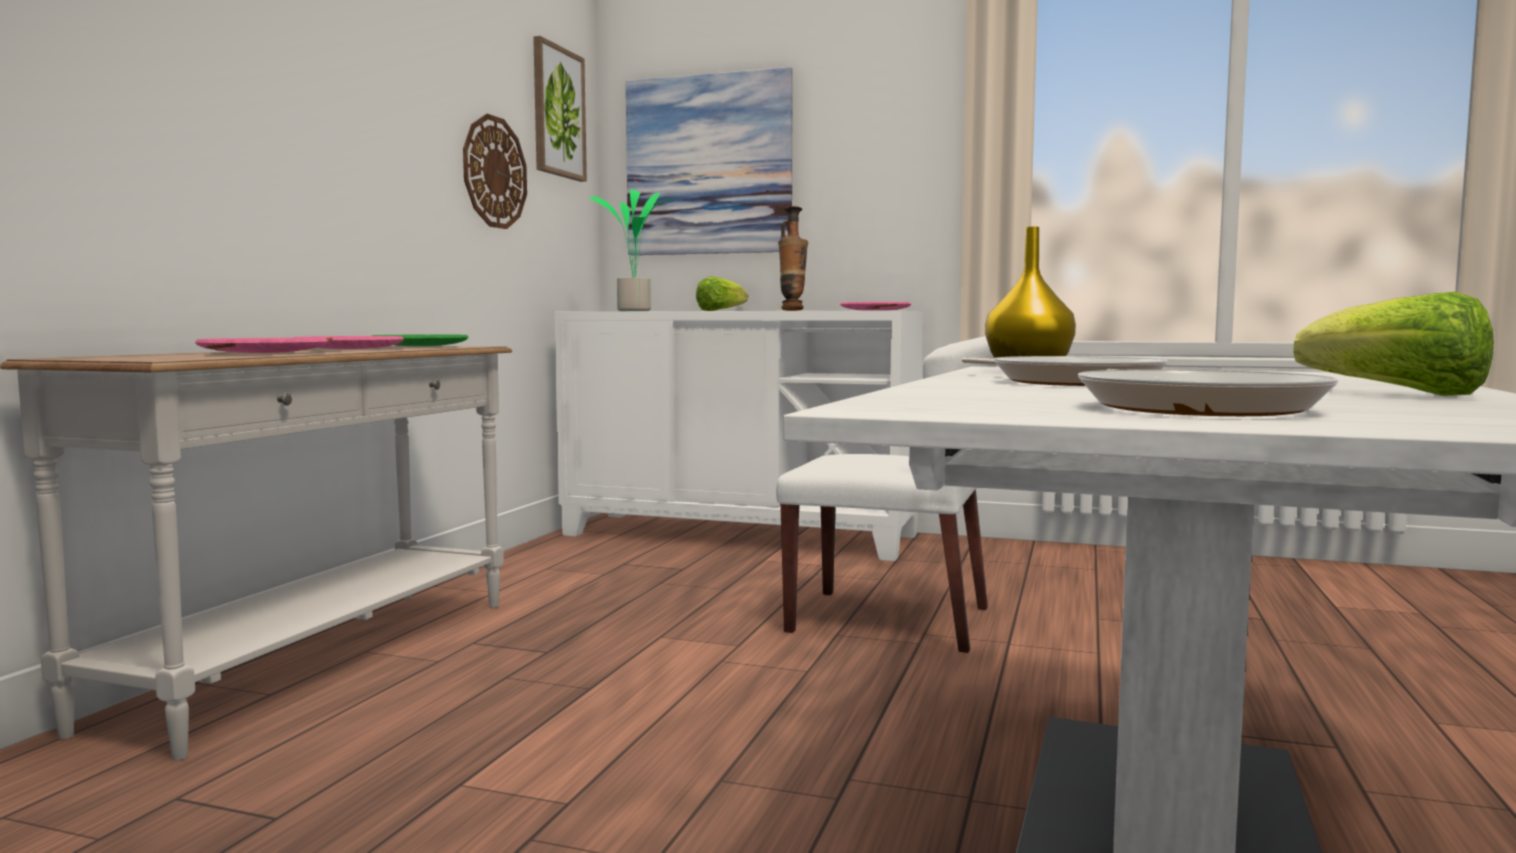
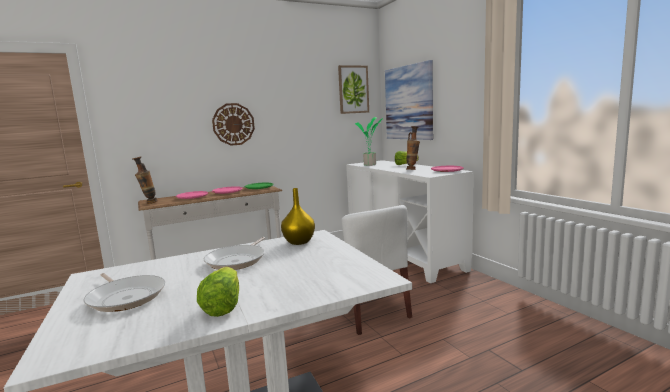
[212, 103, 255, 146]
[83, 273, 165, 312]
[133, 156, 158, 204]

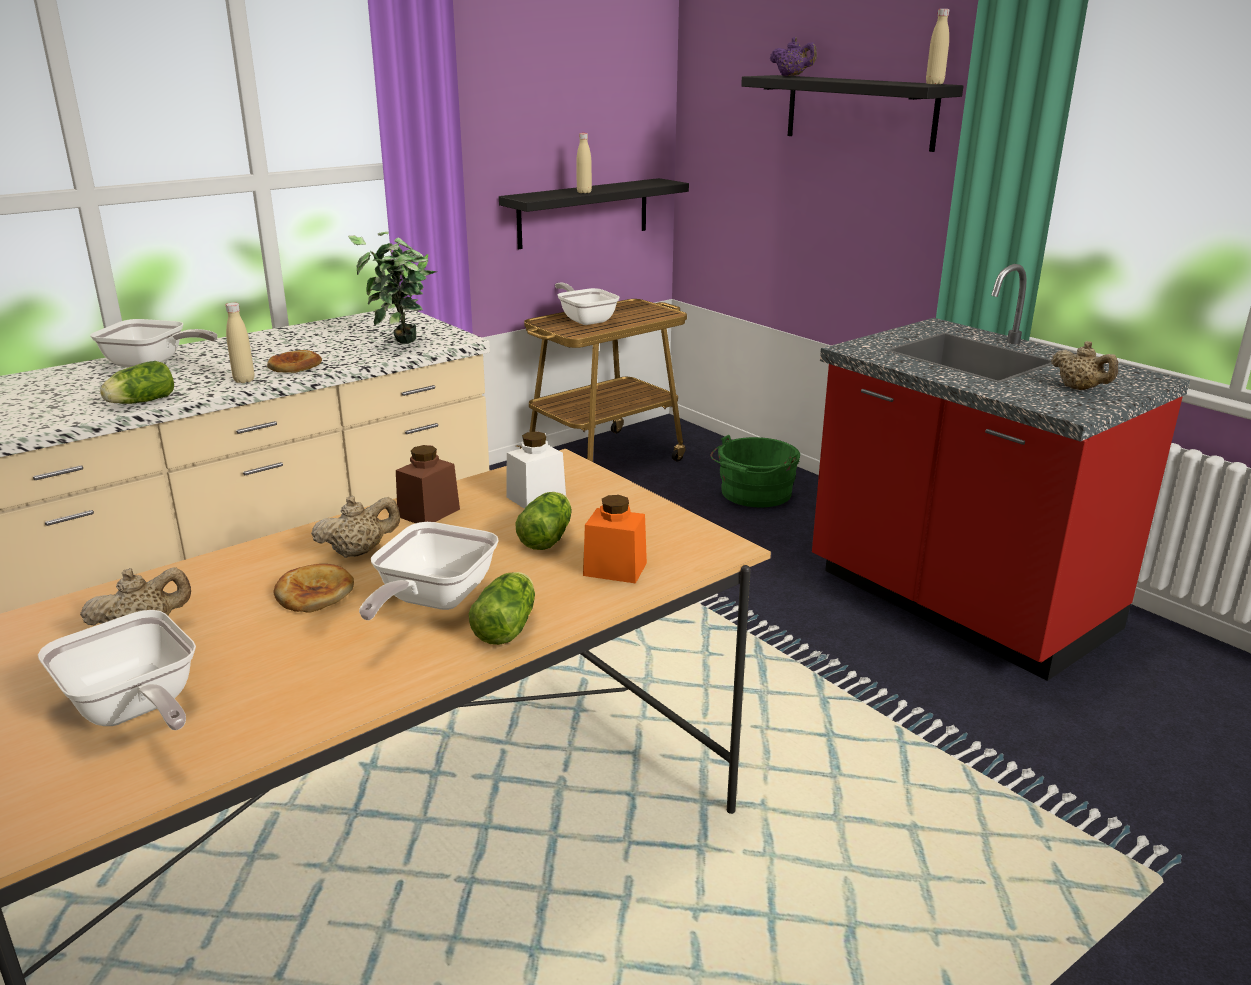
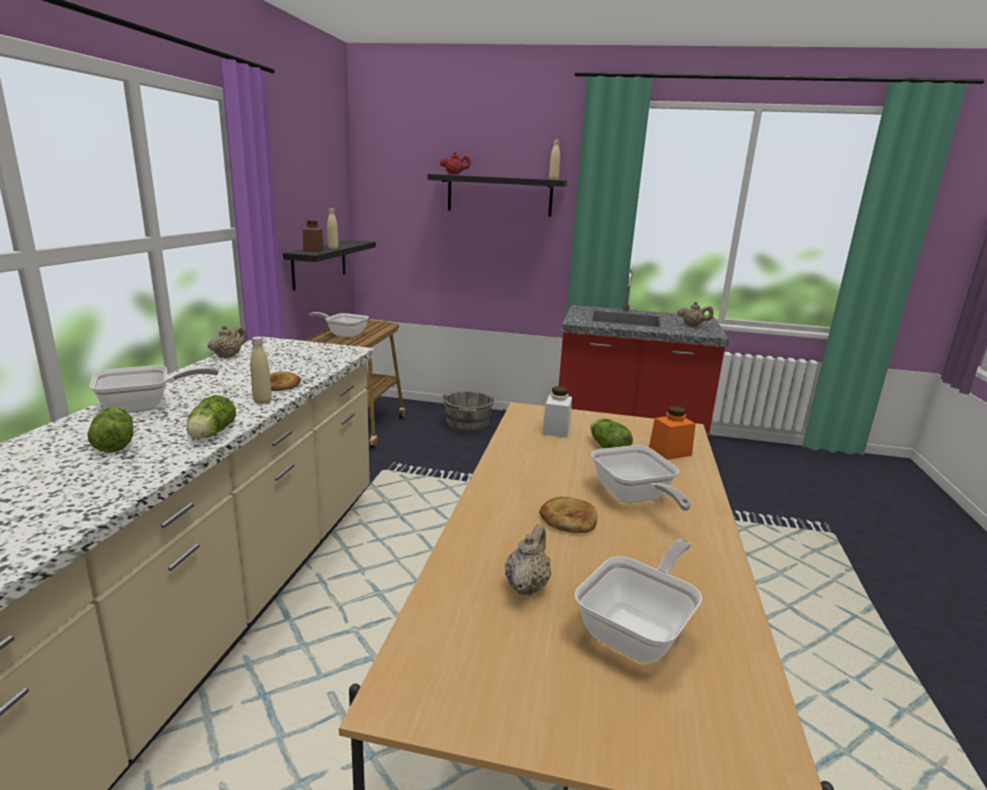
[575, 539, 702, 663]
[208, 325, 246, 359]
[348, 232, 437, 344] (first image)
[303, 220, 324, 252]
[87, 407, 134, 453]
[442, 391, 494, 433]
[440, 152, 471, 175]

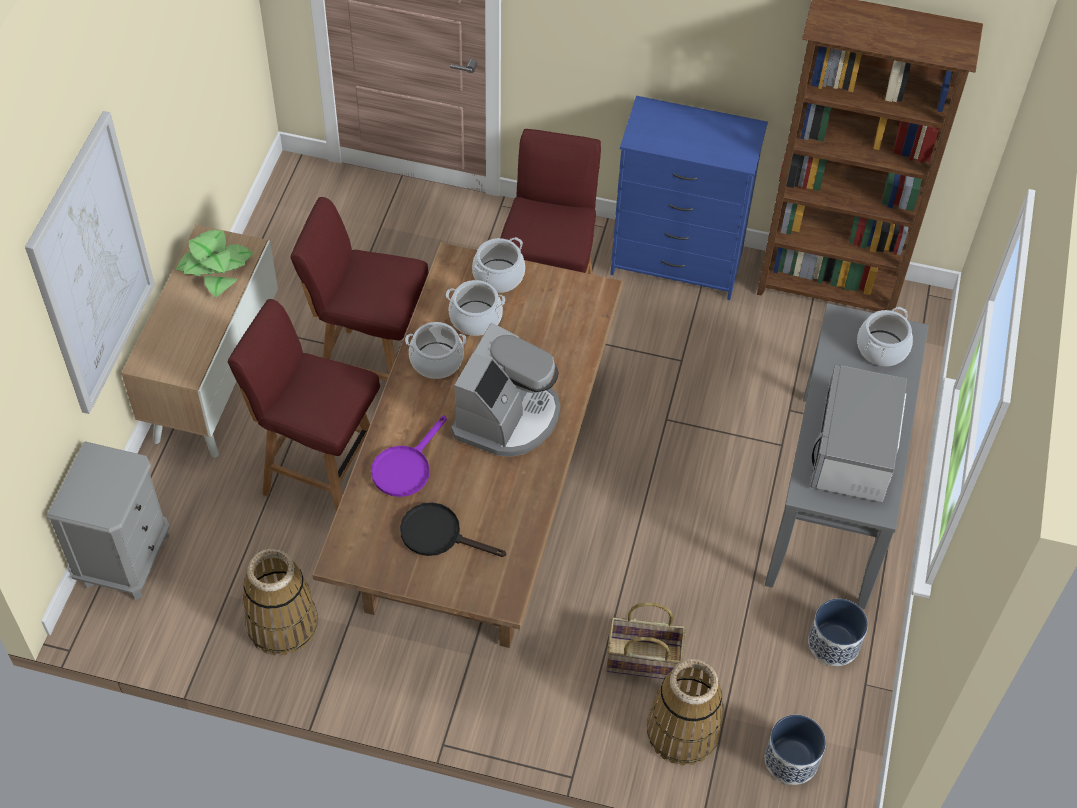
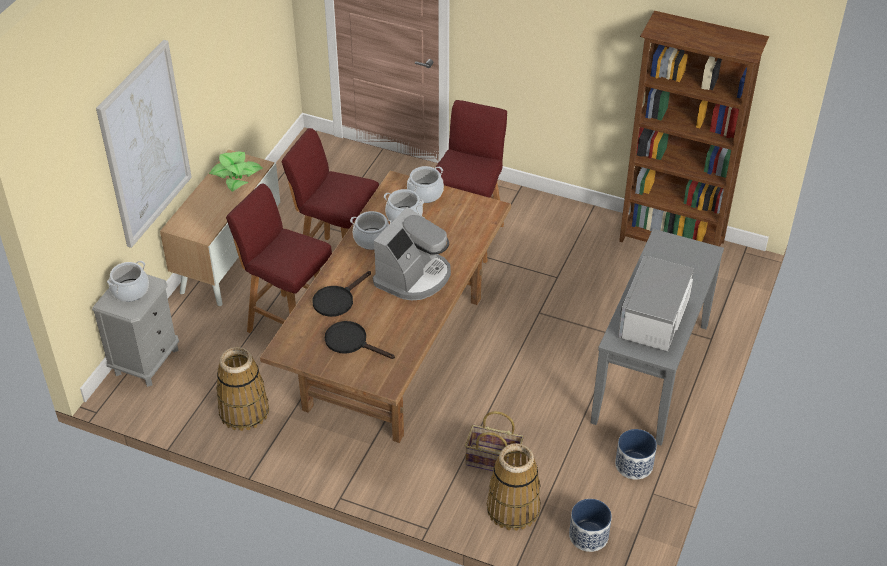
[313, 271, 371, 317]
[610, 96, 768, 300] (first image)
[107, 261, 149, 302]

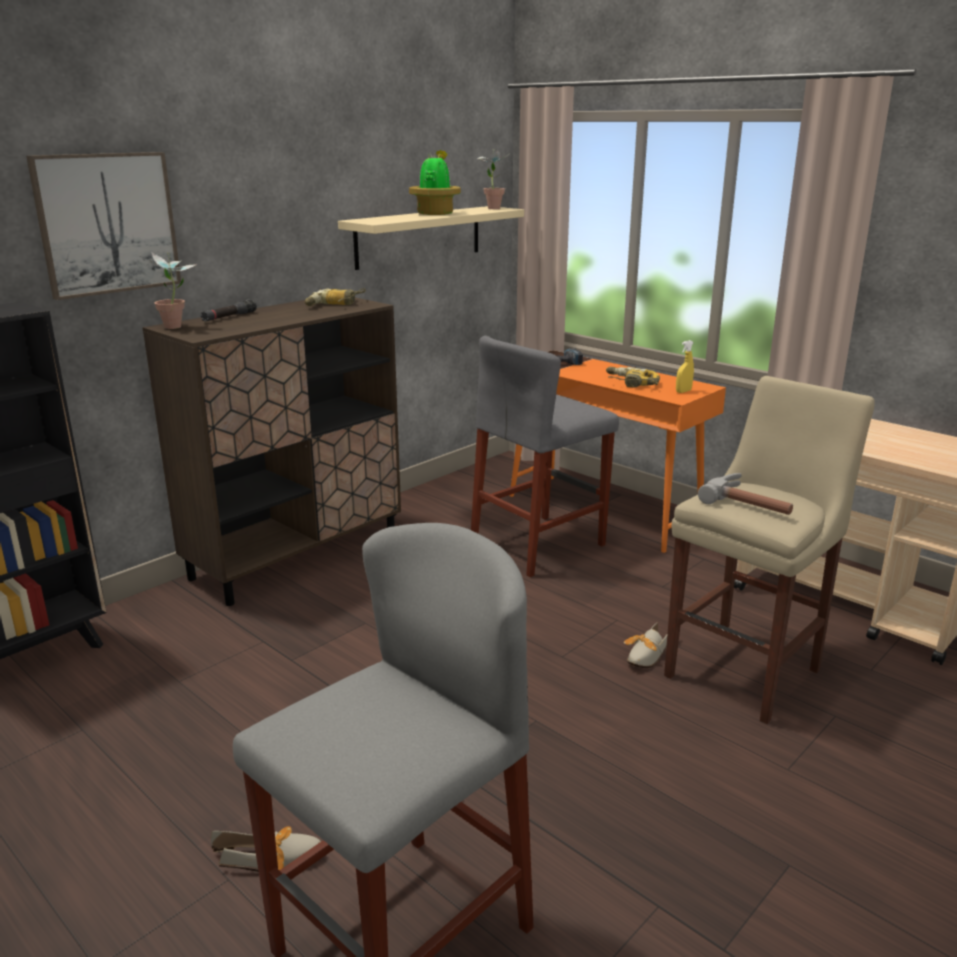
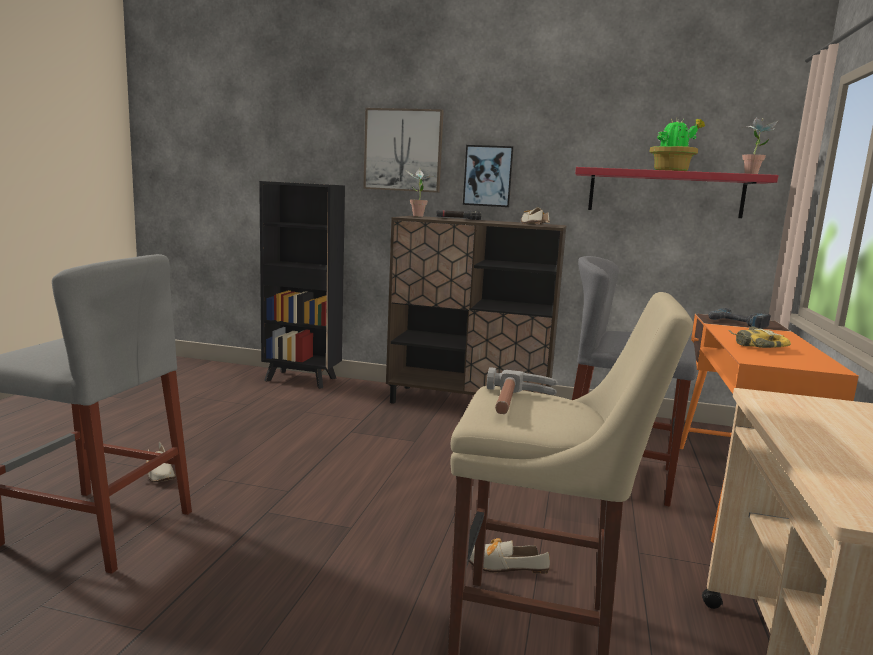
[521, 207, 550, 224]
[575, 167, 778, 218]
[676, 340, 694, 393] (first image)
[463, 145, 514, 207]

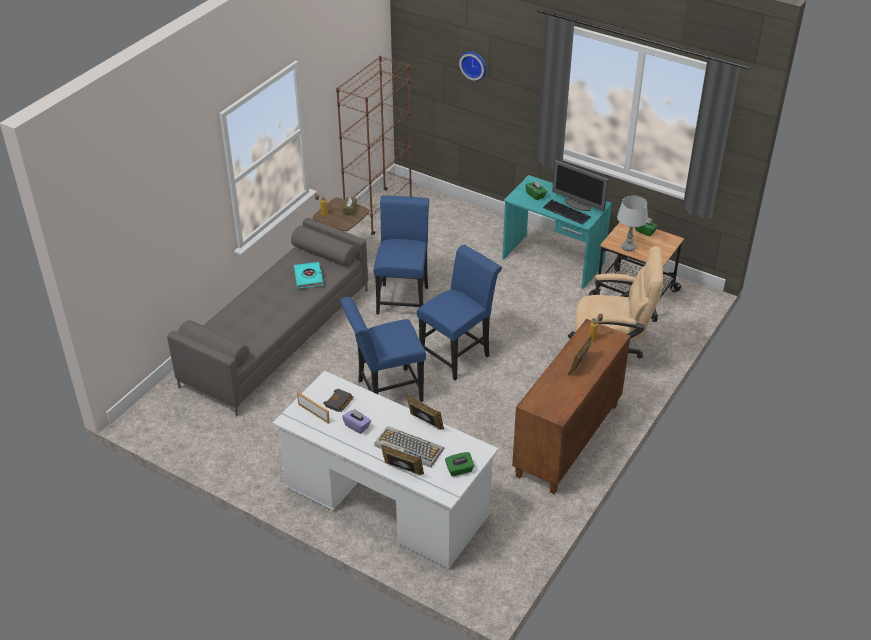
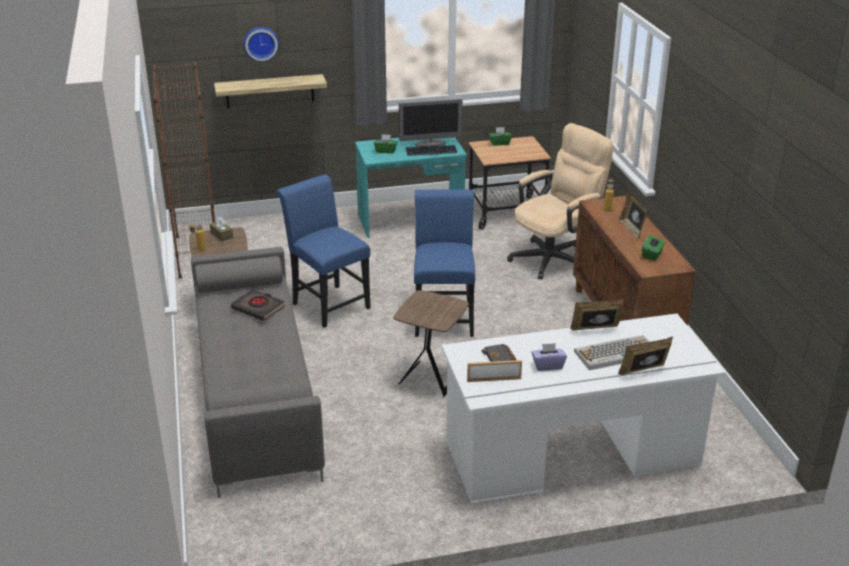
[231, 289, 285, 321]
[393, 290, 469, 397]
[642, 235, 665, 260]
[617, 196, 648, 251] (first image)
[214, 74, 327, 109]

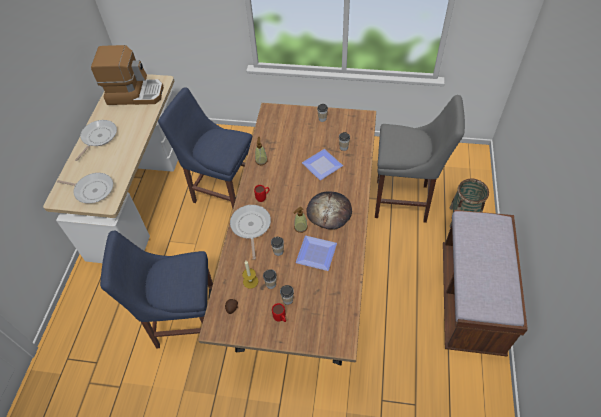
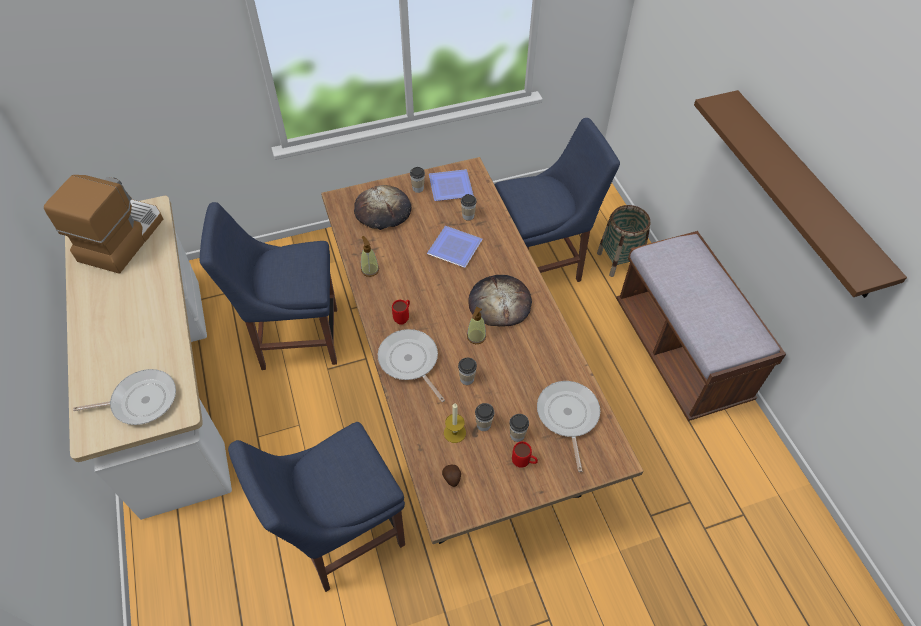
[537, 381, 600, 472]
[44, 175, 163, 274]
[429, 169, 474, 201]
[495, 118, 620, 282]
[354, 185, 412, 230]
[694, 90, 907, 298]

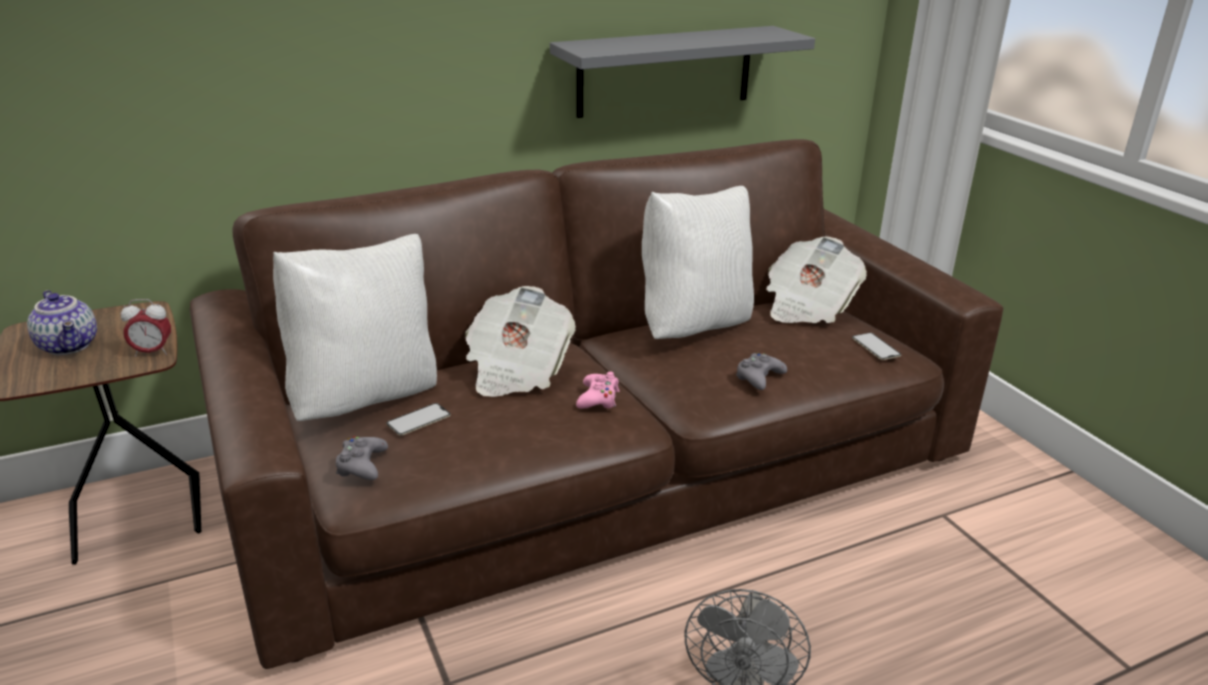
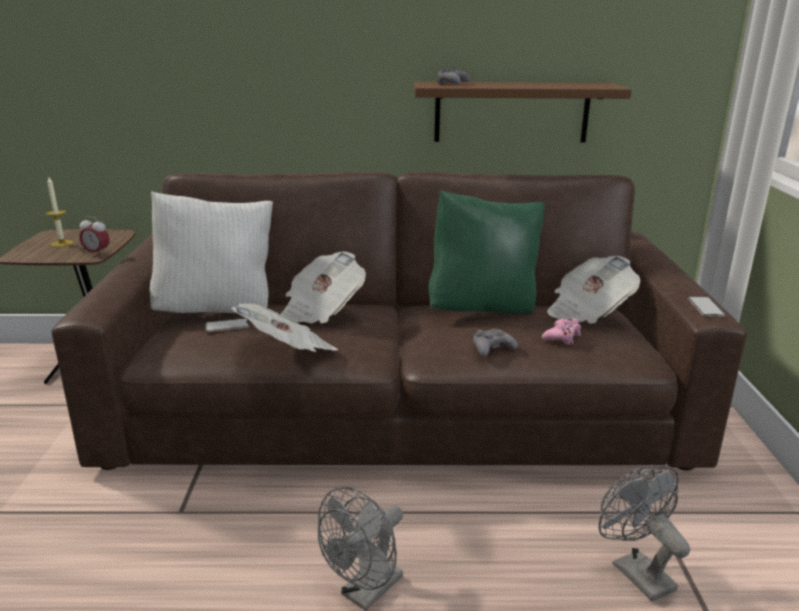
[46, 177, 74, 247]
[437, 67, 470, 85]
[414, 82, 632, 143]
[542, 318, 581, 345]
[429, 190, 545, 314]
[688, 297, 726, 316]
[230, 303, 338, 352]
[598, 466, 690, 602]

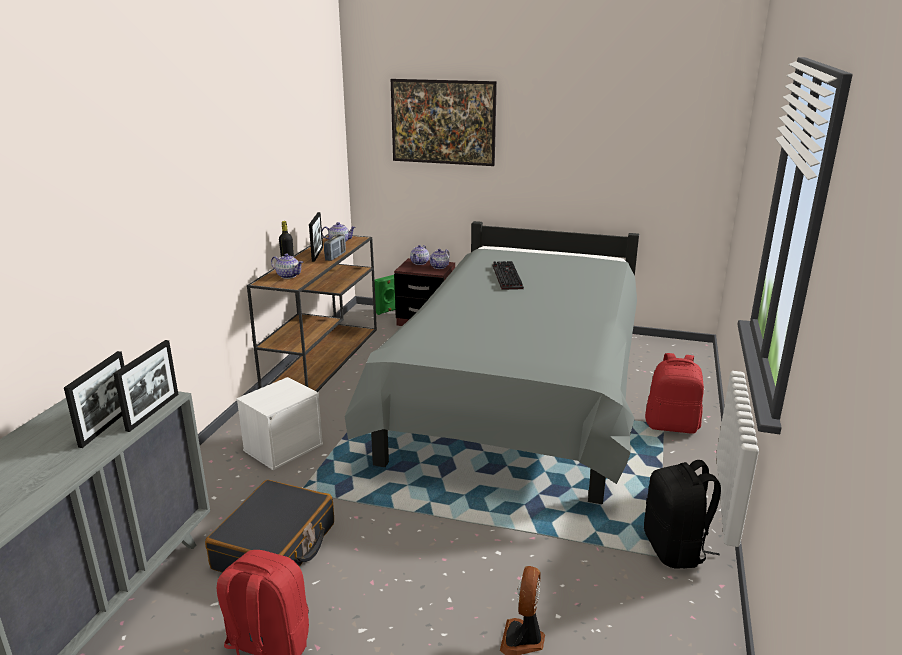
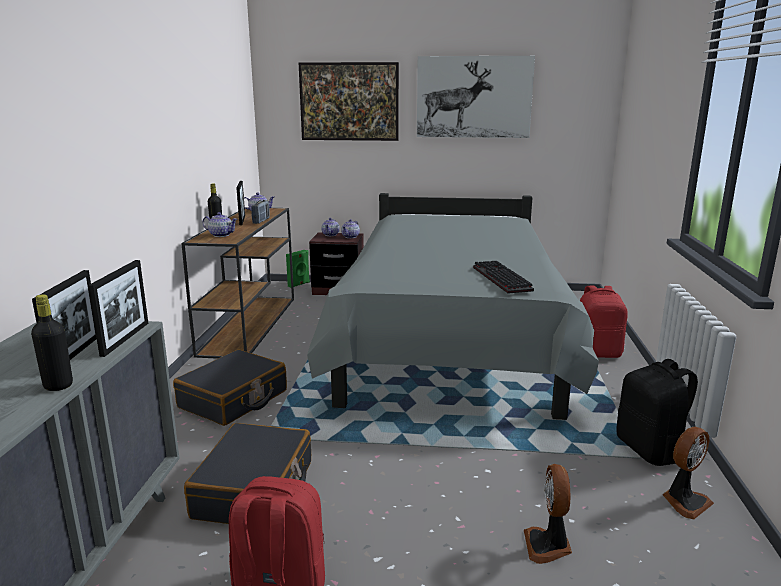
[173, 350, 287, 426]
[473, 261, 534, 293]
[31, 294, 73, 391]
[417, 56, 535, 138]
[662, 427, 714, 519]

